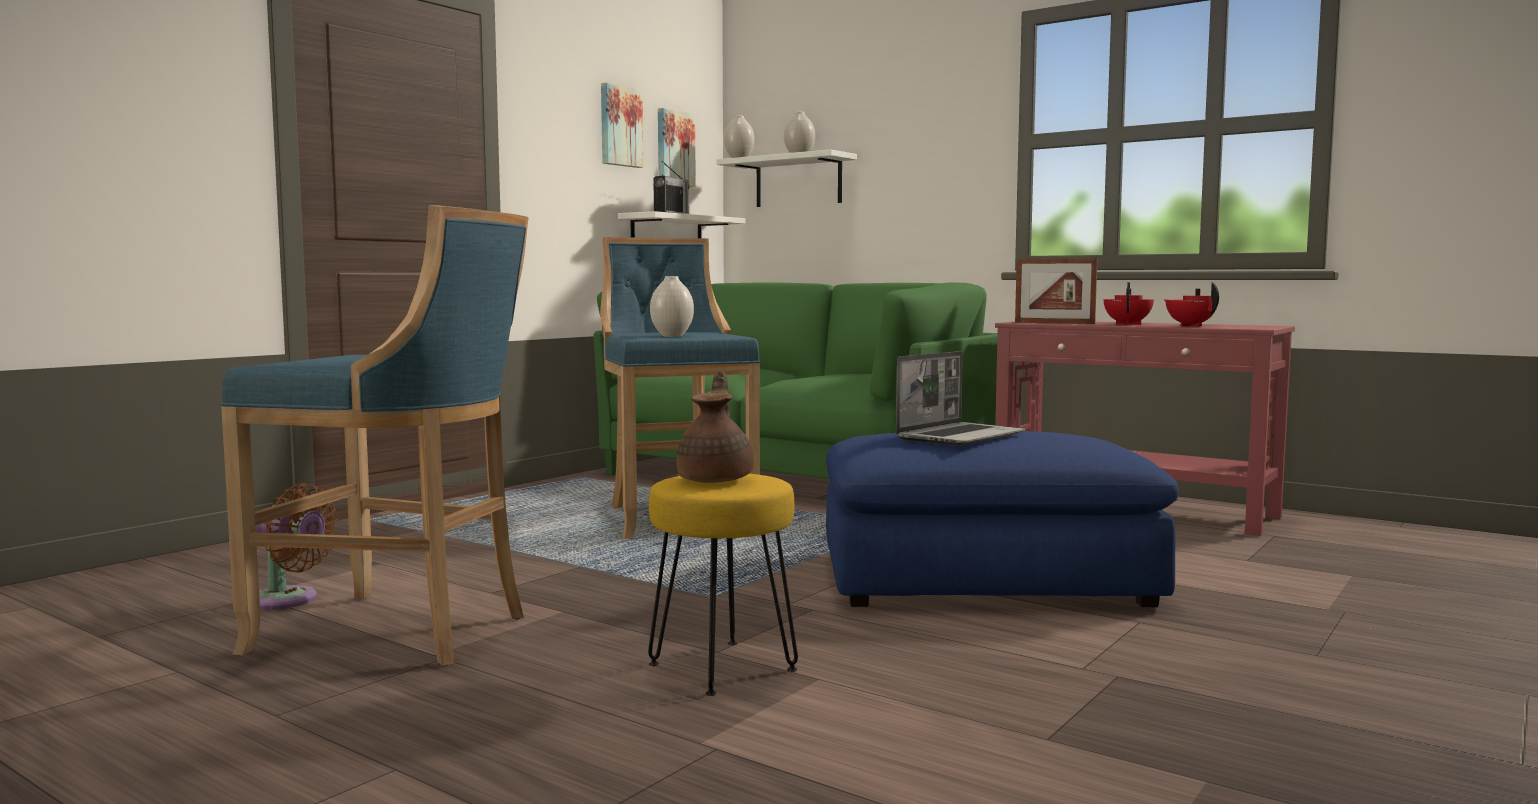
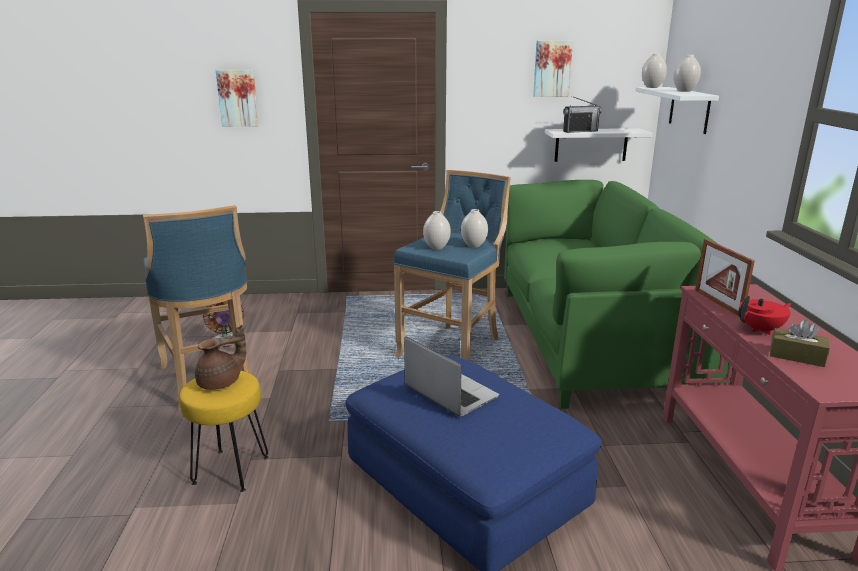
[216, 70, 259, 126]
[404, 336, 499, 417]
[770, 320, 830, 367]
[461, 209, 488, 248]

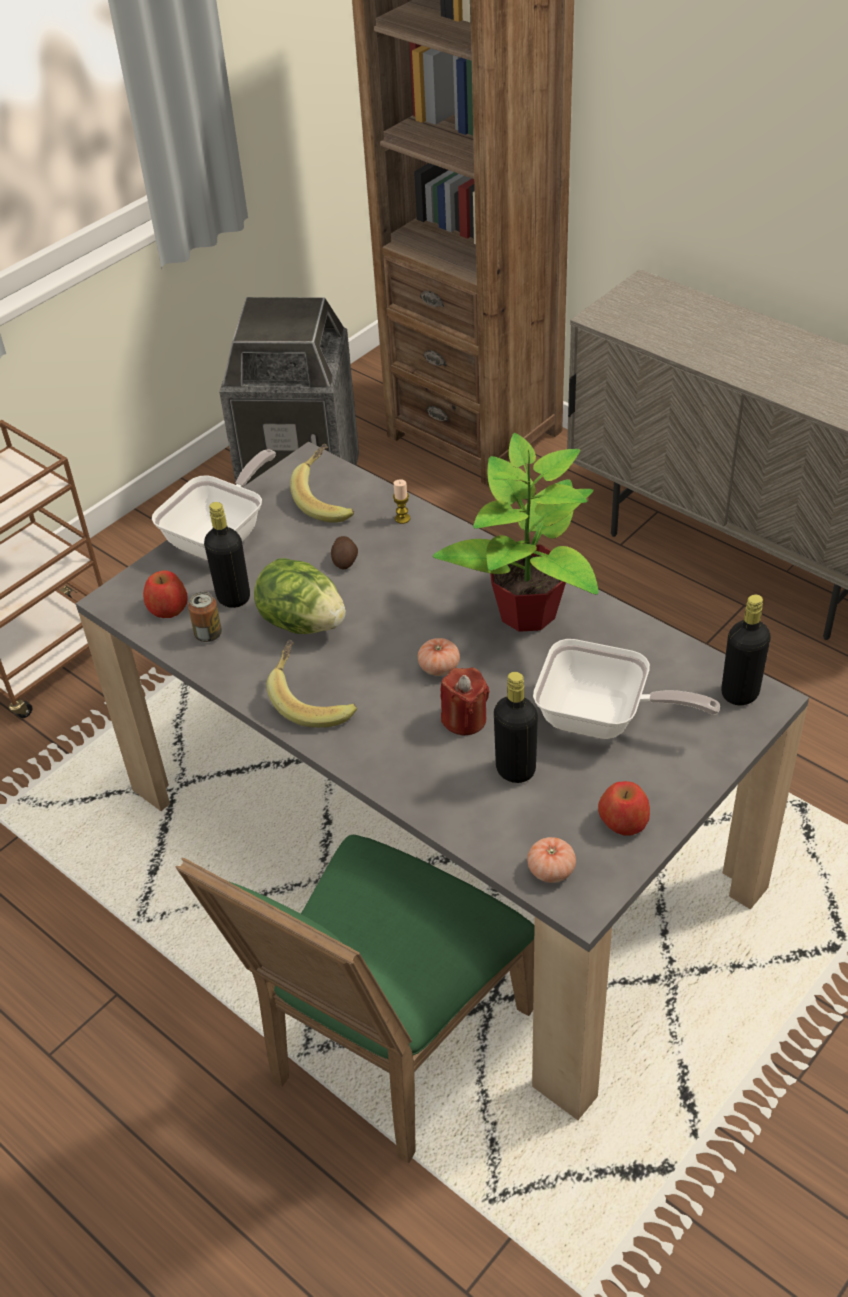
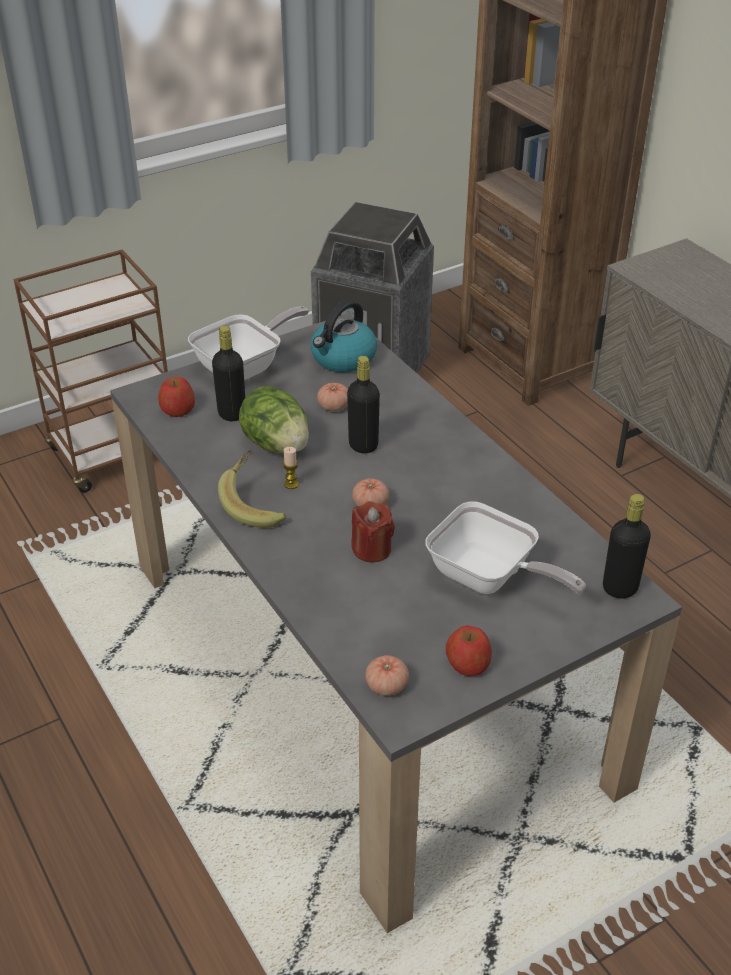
[176, 835, 535, 1163] (first image)
[188, 592, 222, 642] (first image)
[310, 300, 377, 372]
[317, 383, 348, 411]
[283, 447, 299, 489]
[433, 433, 599, 632] (first image)
[347, 356, 380, 453]

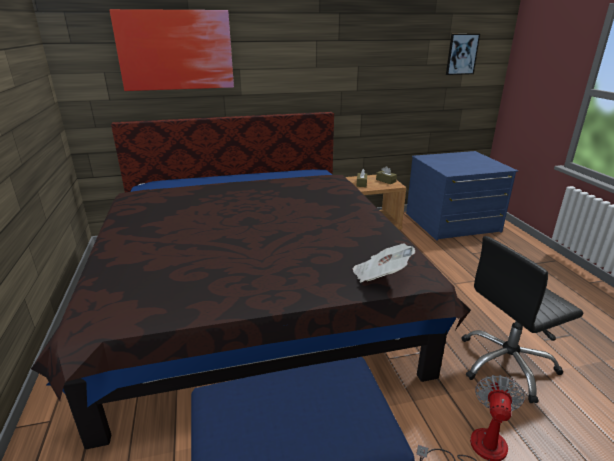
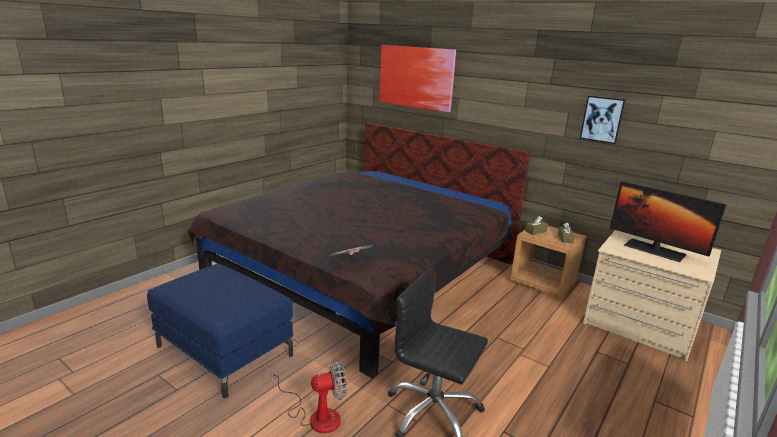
[583, 230, 721, 361]
[580, 96, 626, 144]
[610, 181, 726, 262]

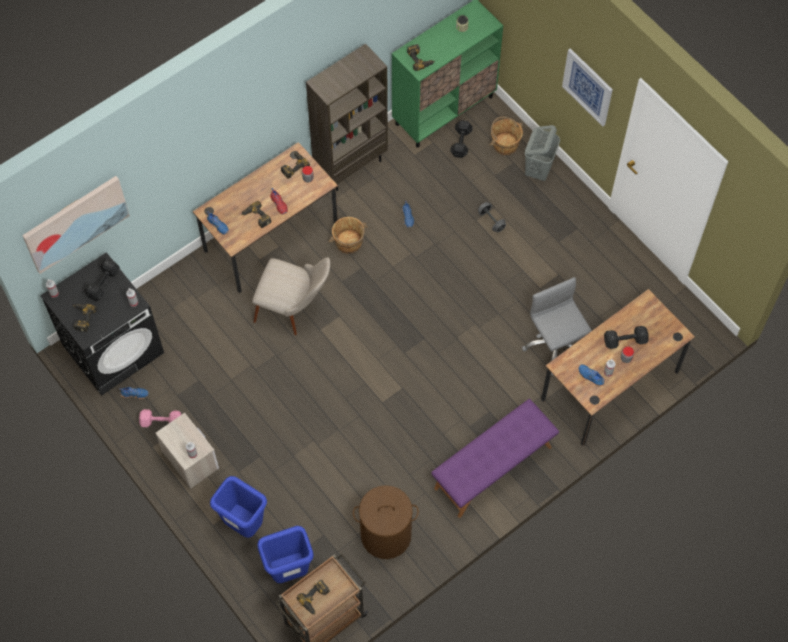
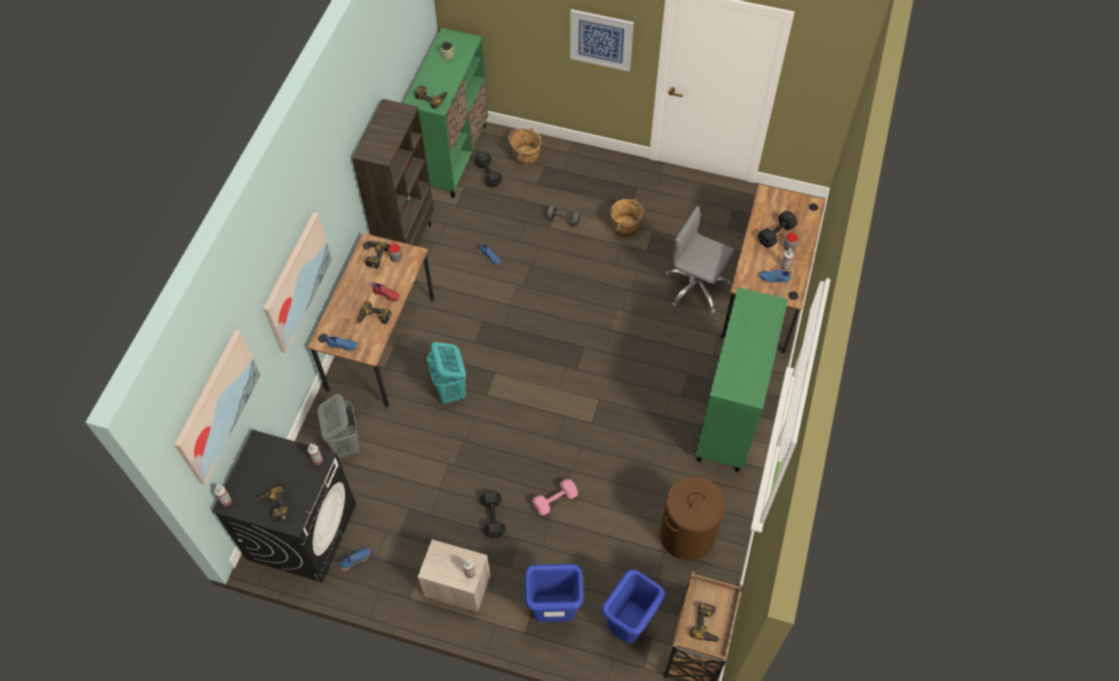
[480, 490, 506, 538]
[532, 479, 578, 515]
[427, 342, 466, 405]
[610, 199, 645, 237]
[695, 287, 788, 472]
[318, 394, 360, 458]
[263, 212, 332, 353]

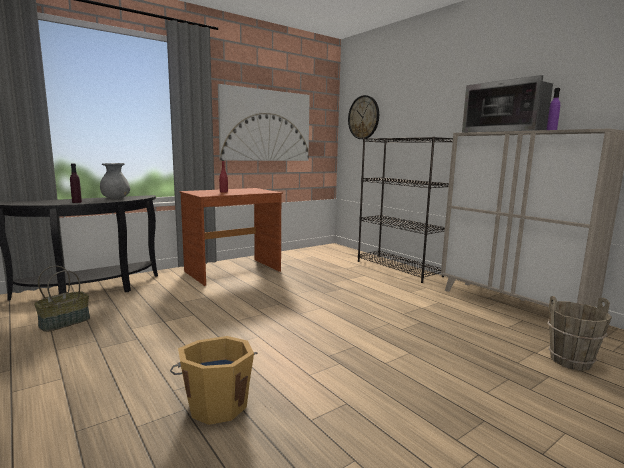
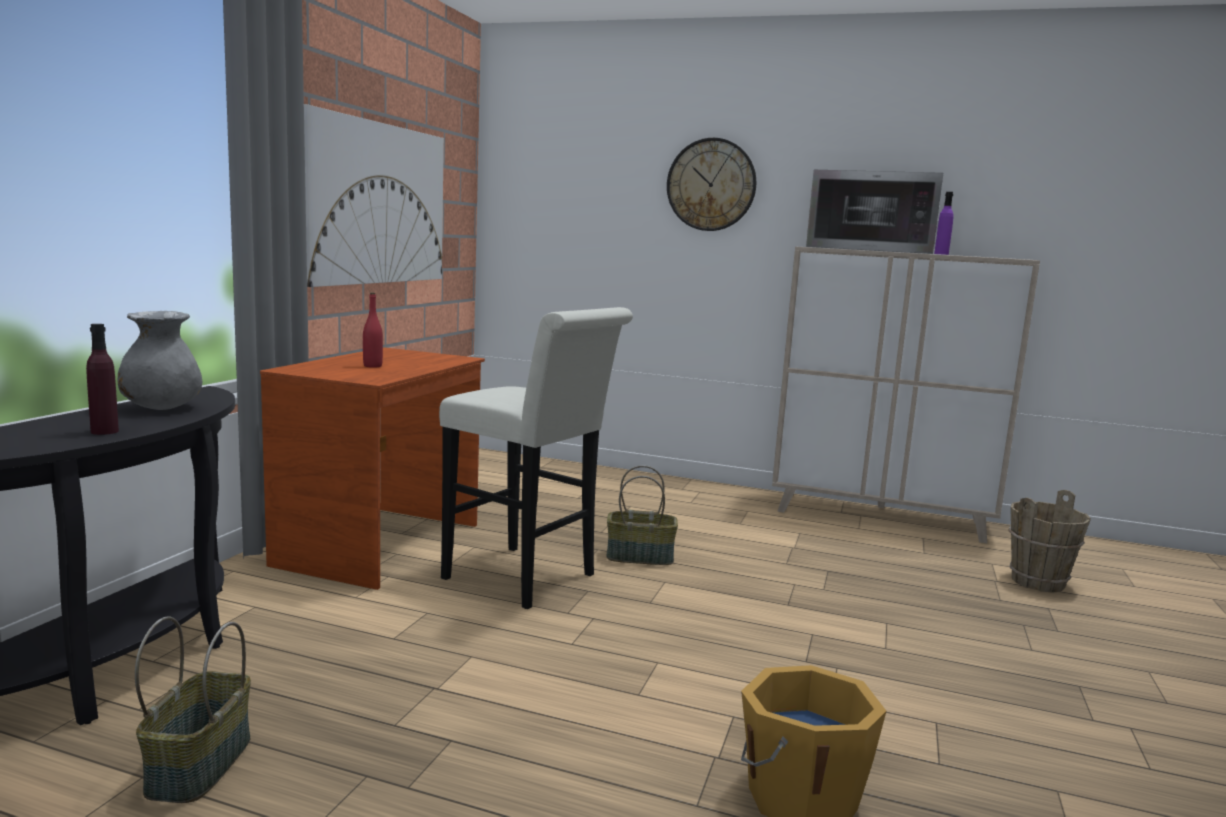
[667, 138, 756, 231]
[358, 137, 453, 283] (first image)
[439, 307, 633, 609]
[607, 465, 678, 565]

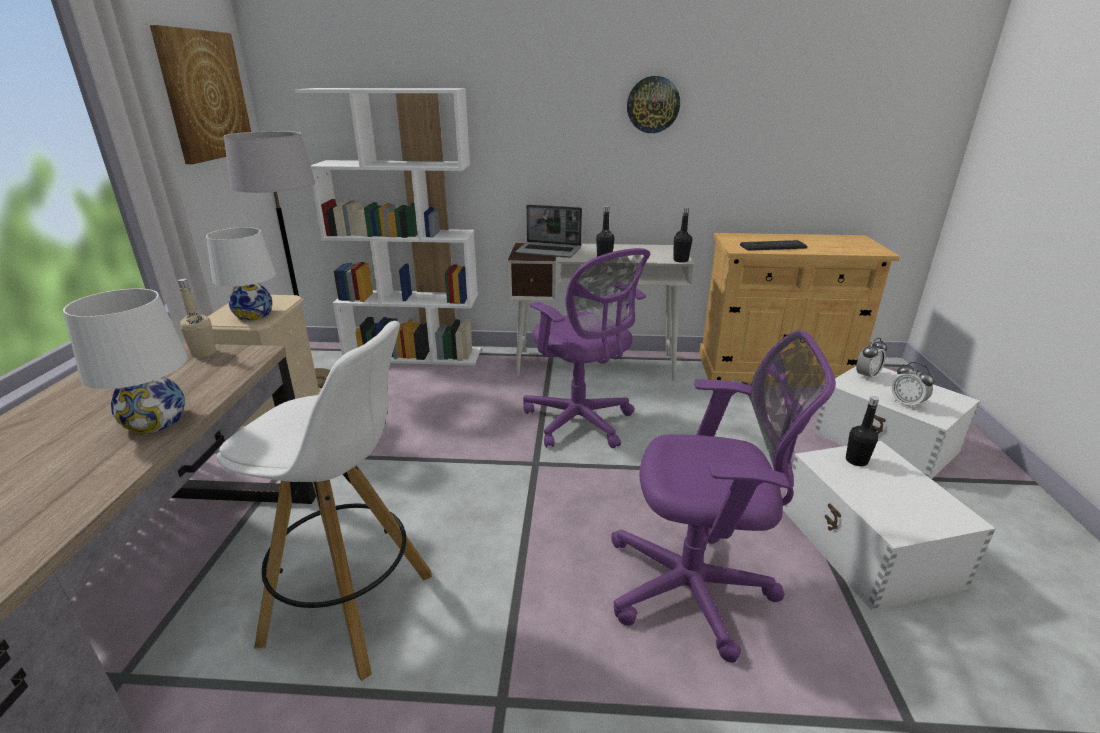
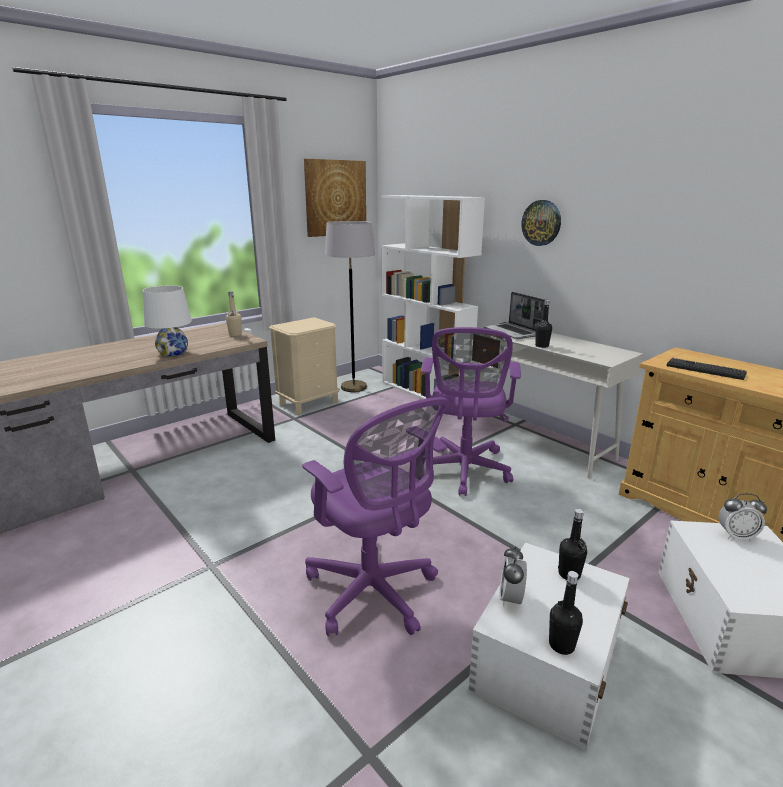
[206, 227, 276, 321] (first image)
[217, 321, 432, 681] (first image)
[521, 200, 561, 246]
[549, 571, 583, 655]
[500, 546, 527, 607]

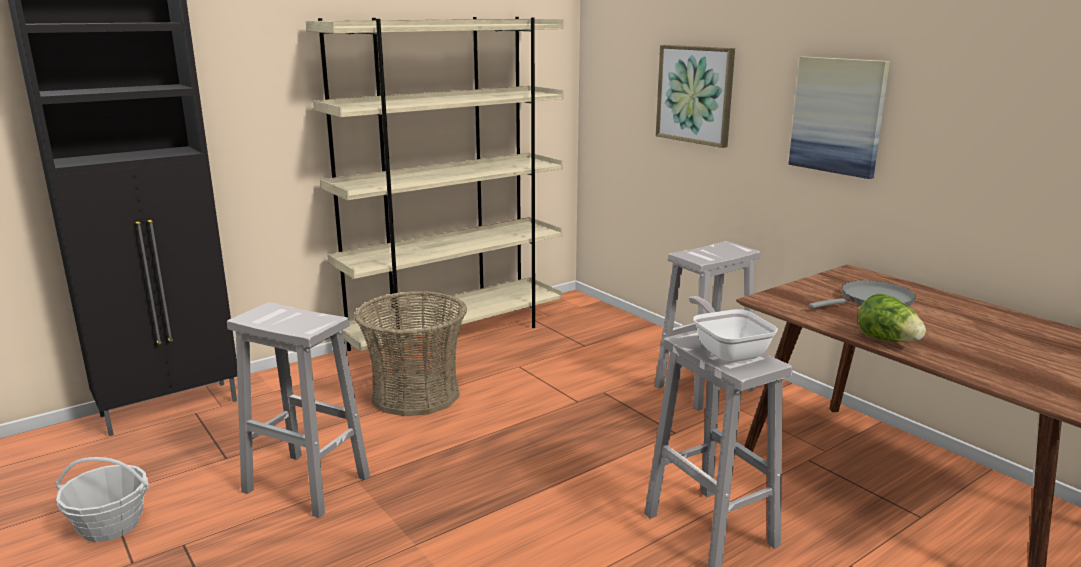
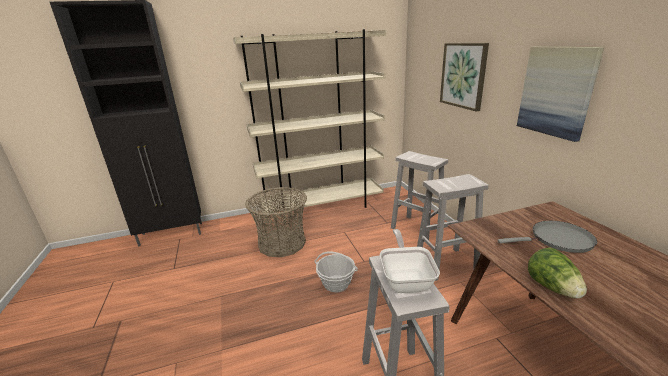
[314, 251, 358, 292]
[391, 151, 448, 243]

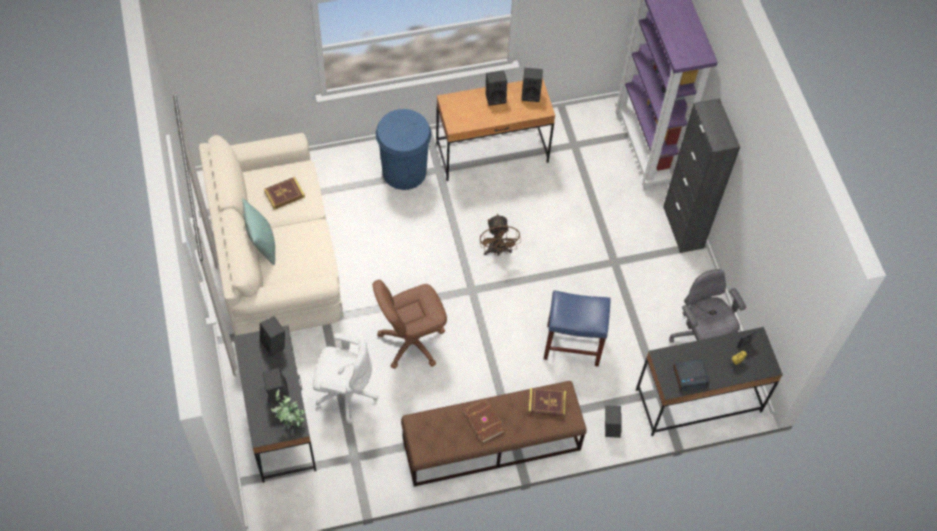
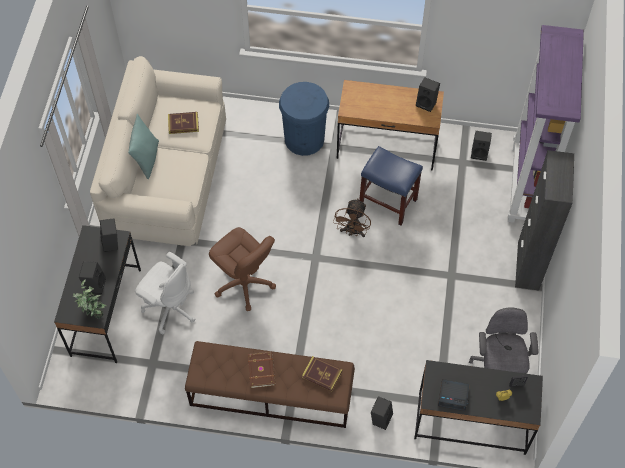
[209, 227, 276, 311]
[471, 131, 492, 161]
[359, 146, 423, 225]

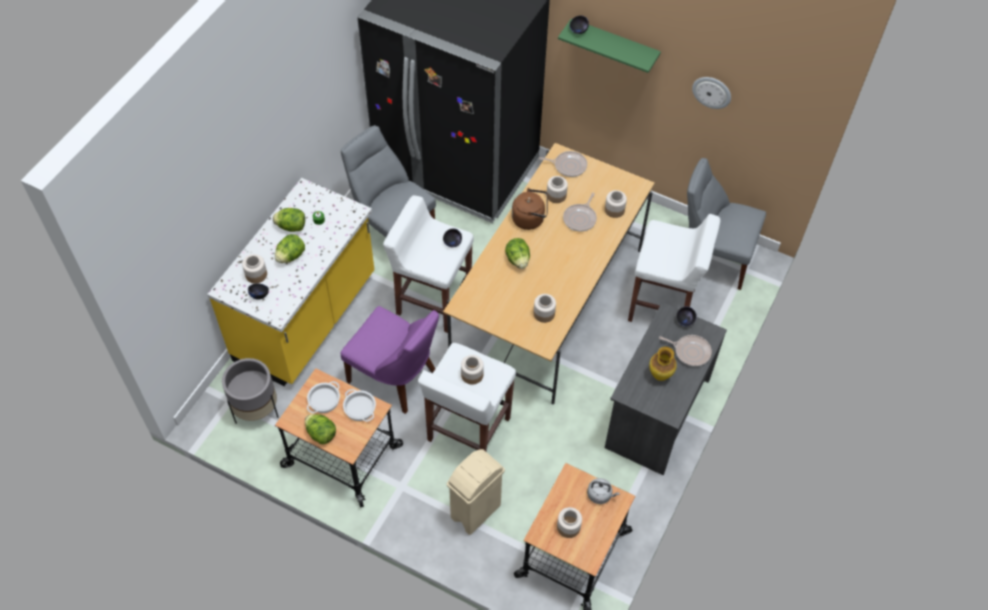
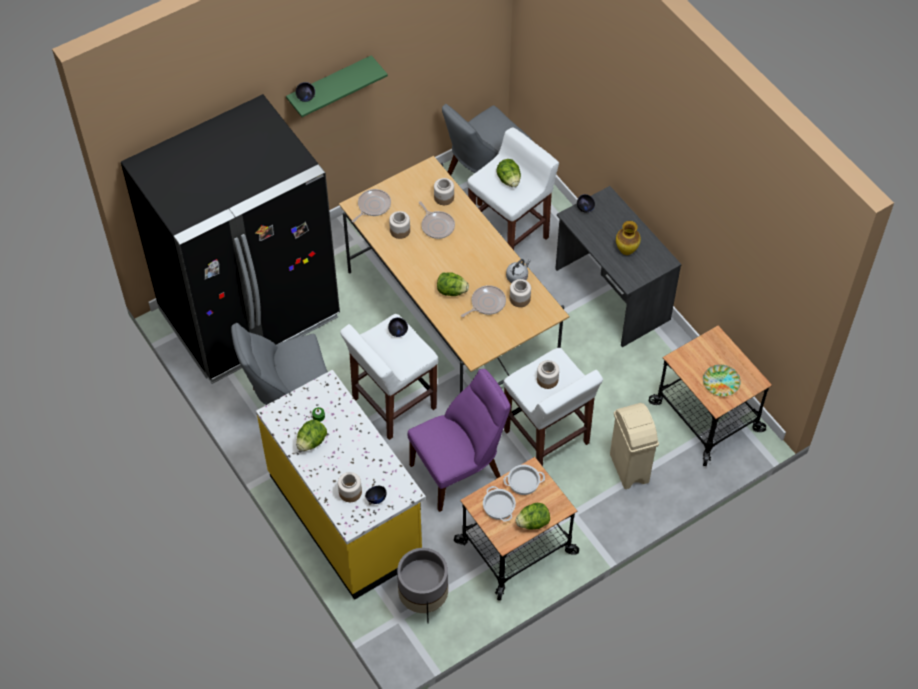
[497, 159, 521, 187]
[512, 188, 548, 230] (first image)
[703, 365, 741, 396]
[506, 259, 531, 283]
[461, 285, 506, 317]
[692, 77, 731, 109] (first image)

